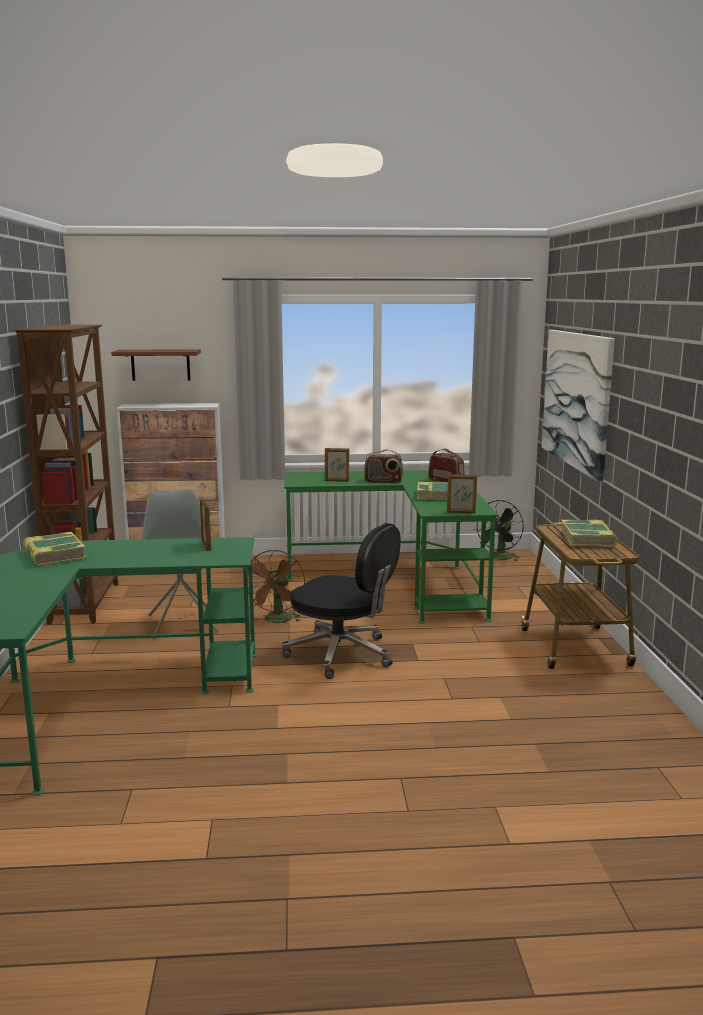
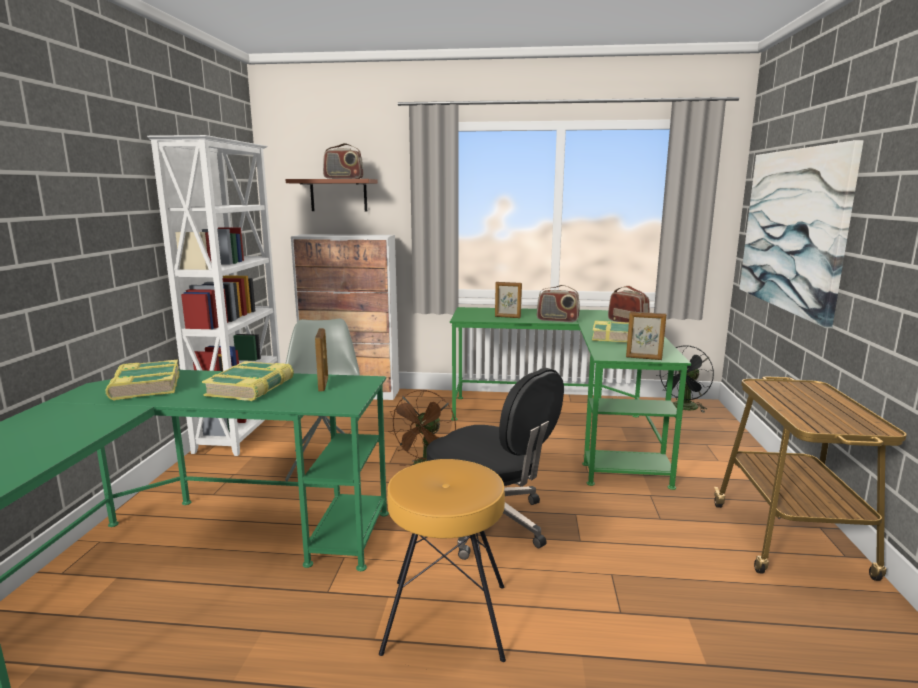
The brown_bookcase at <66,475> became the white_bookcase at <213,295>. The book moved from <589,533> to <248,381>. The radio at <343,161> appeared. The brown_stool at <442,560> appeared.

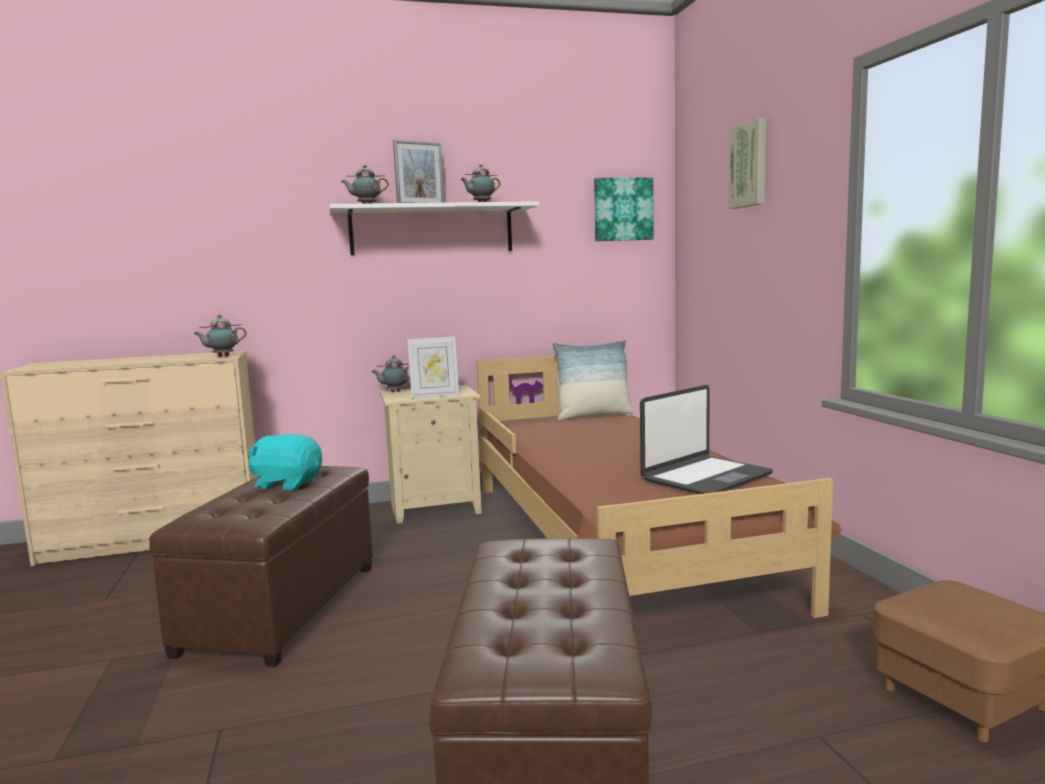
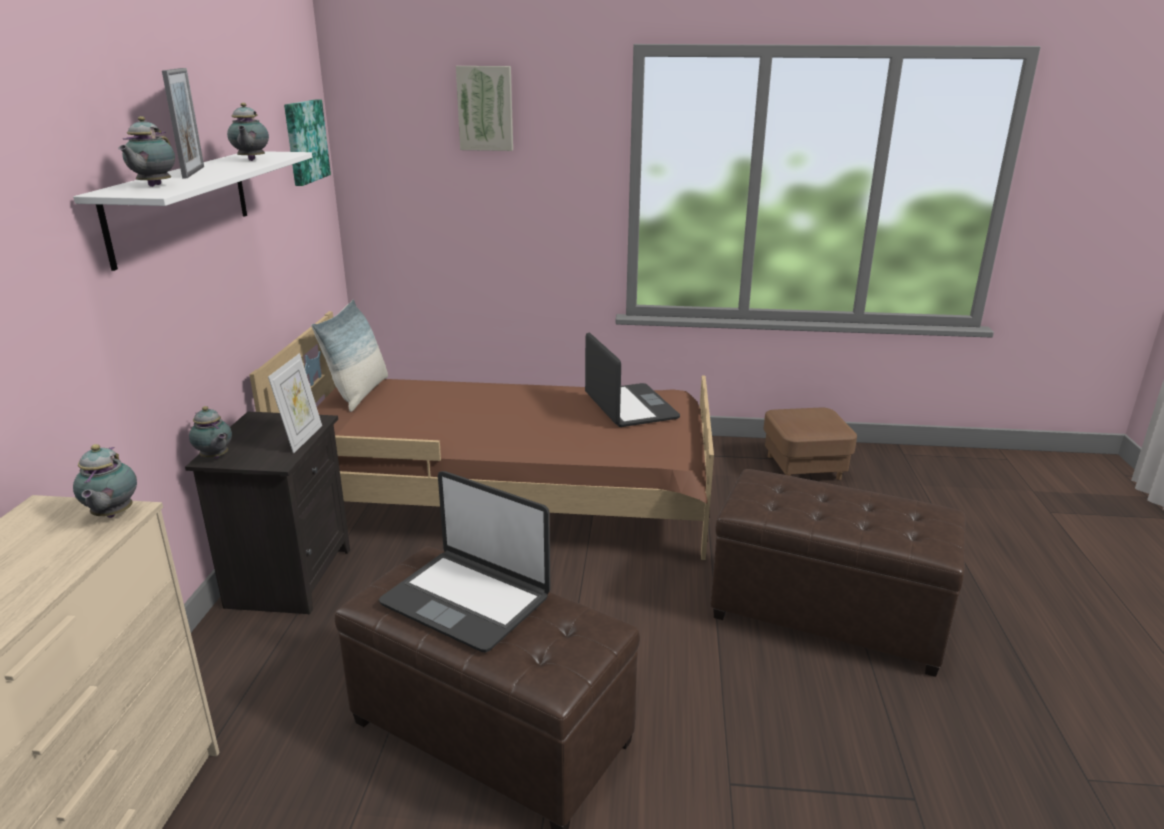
The turquoise_plush_toy at <285,462> was replaced by the laptop at <464,561>. The teapot at <390,373> turned 45 degrees counterclockwise. The beige_nightstand at <431,454> became the black_nightstand at <267,513>.

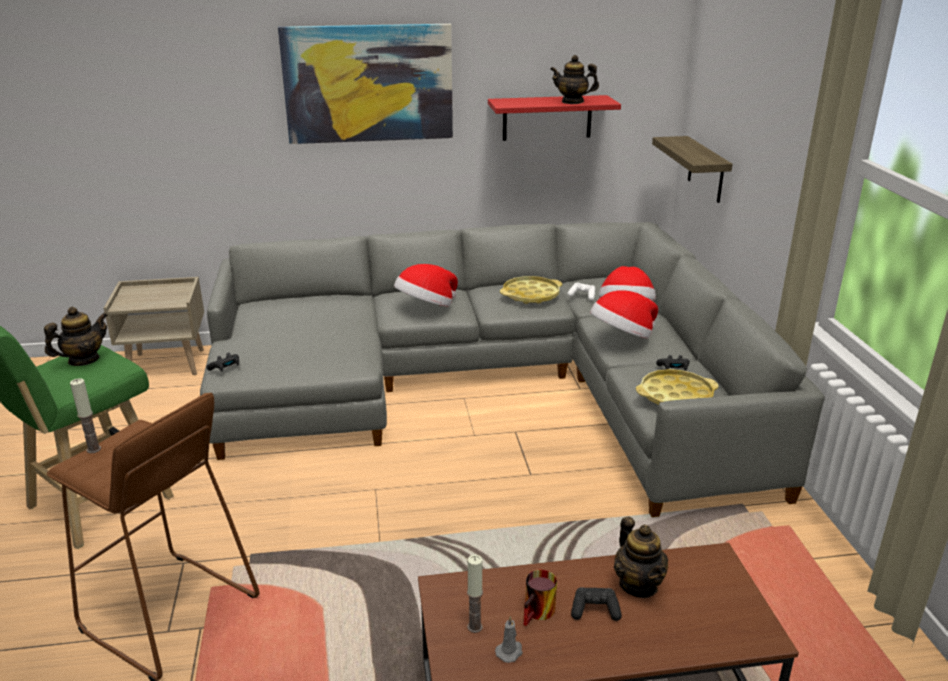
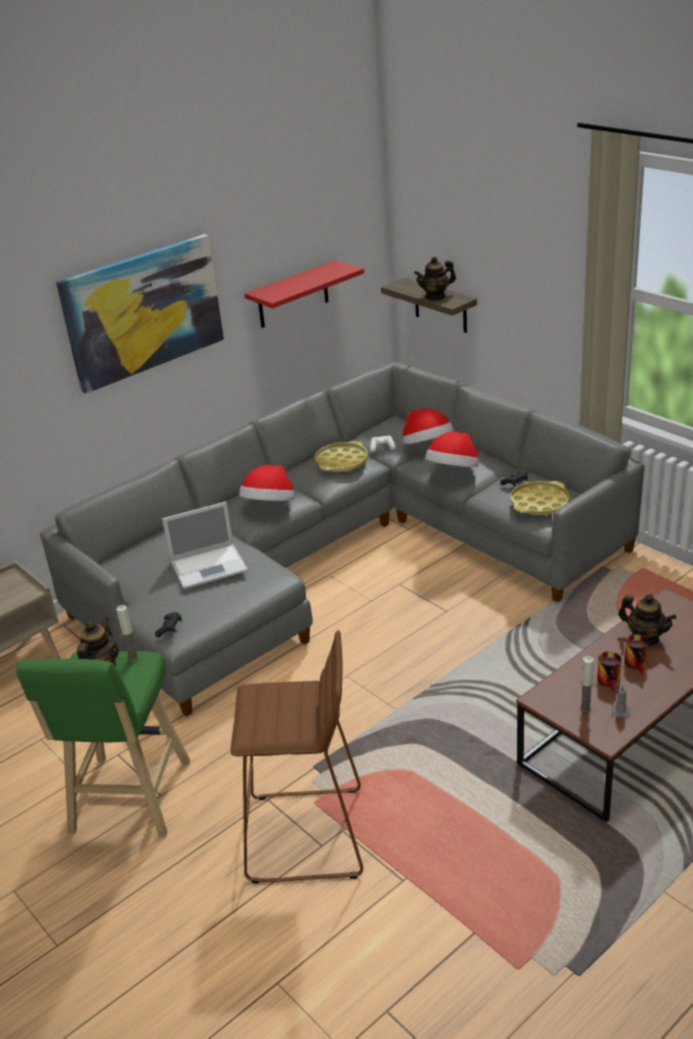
The candle moved from <85,416> to <127,633>. The teapot moved from <574,79> to <435,278>. The black_game_controller at <596,604> was replaced by the mug at <636,654>. The laptop at <205,545> appeared.

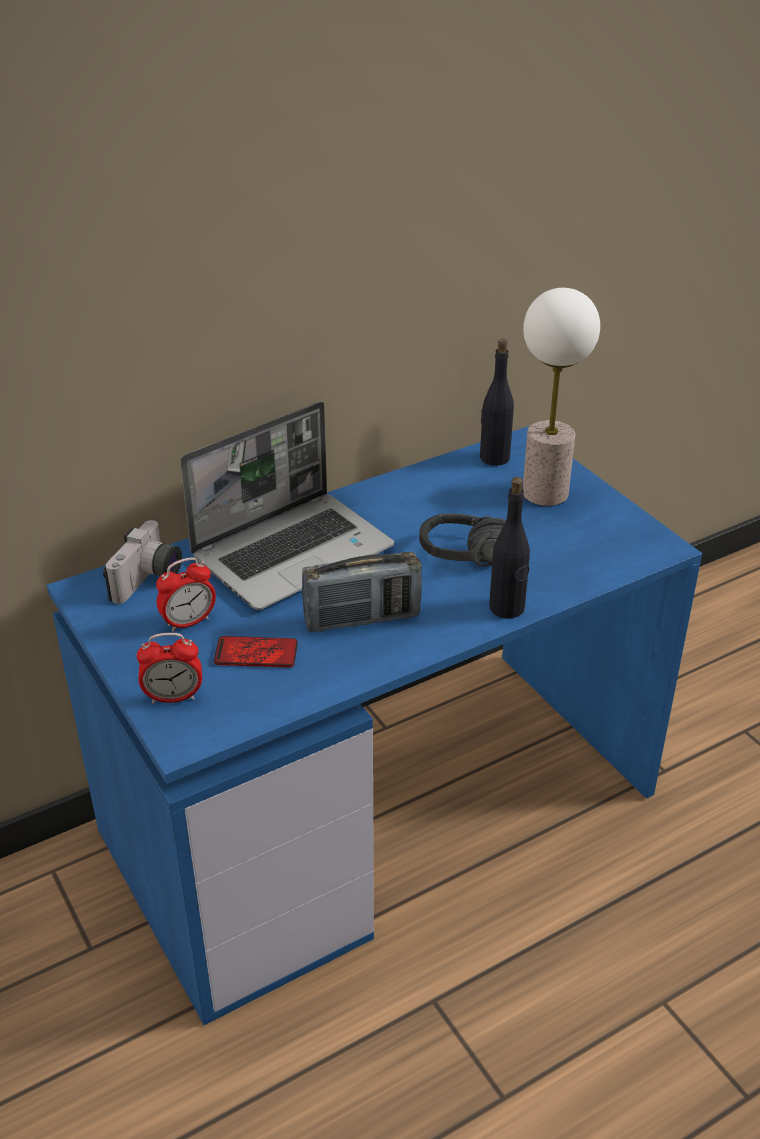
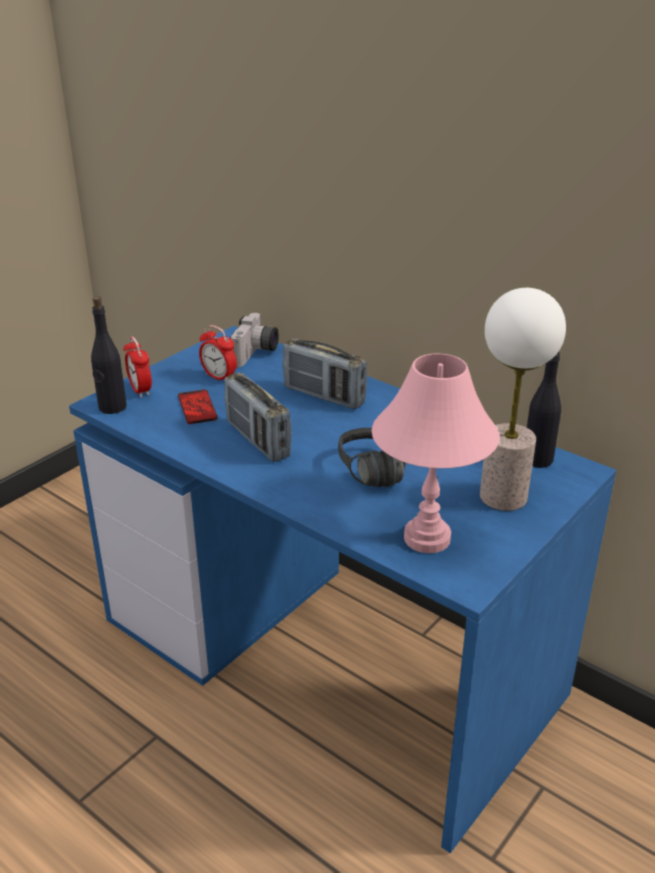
The photo_camera at <142,562> turned 75 degrees counterclockwise. The laptop at <287,505> was replaced by the radio at <325,373>. The black_bottle moved from <509,547> to <109,355>. The pink_table_lamp at <436,453> appeared.

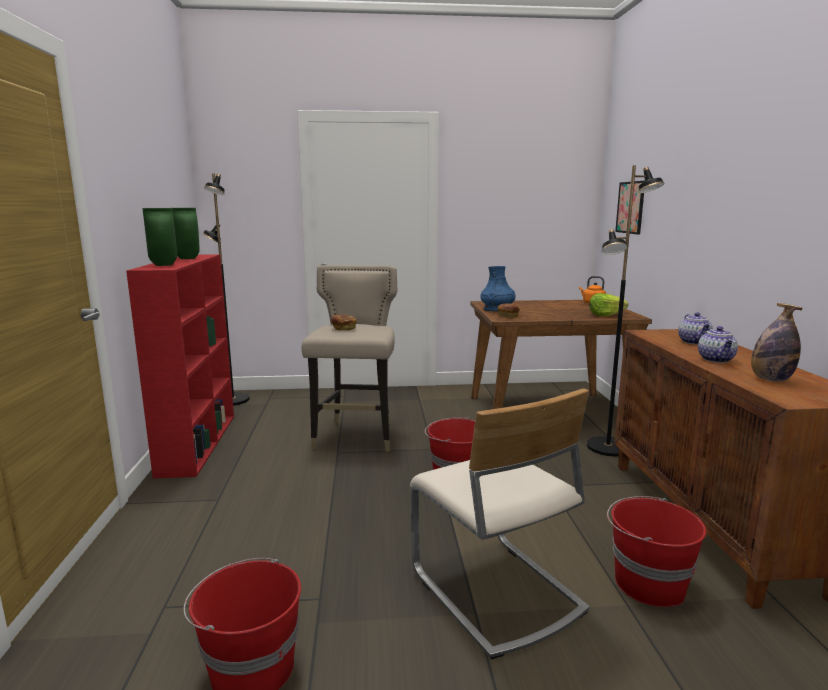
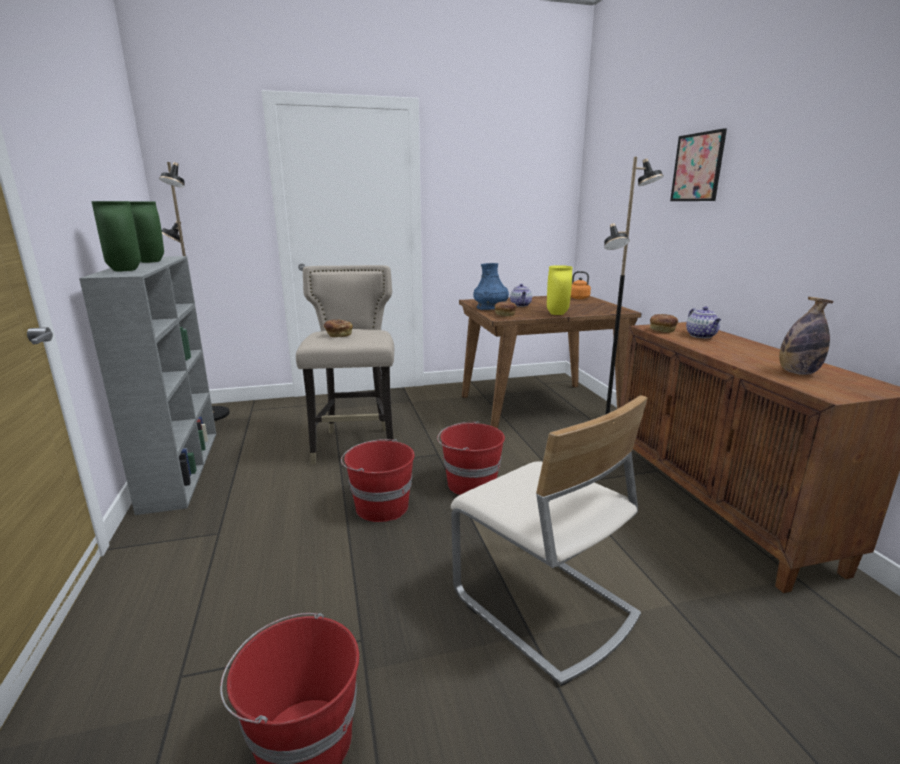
The red_bookcase at <180,366> became the grey_bookcase at <147,385>. The lettuce at <608,304> disappeared. The red_bucket moved from <656,551> to <378,480>. The picture moved from <630,208> to <698,164>. The teapot moved from <718,344> to <521,295>. The yellow_vase at <560,290> appeared. The bread at <664,323> appeared.

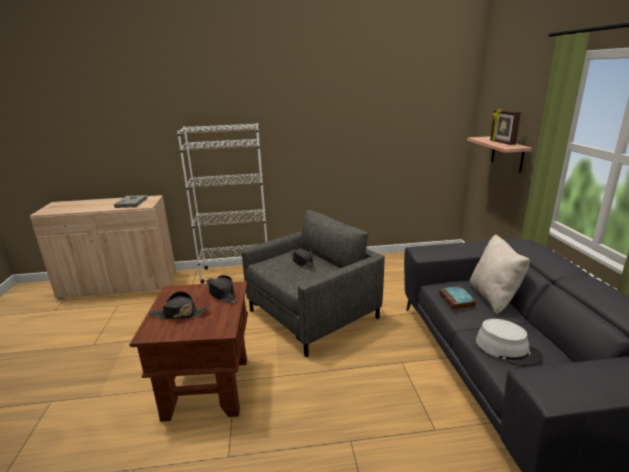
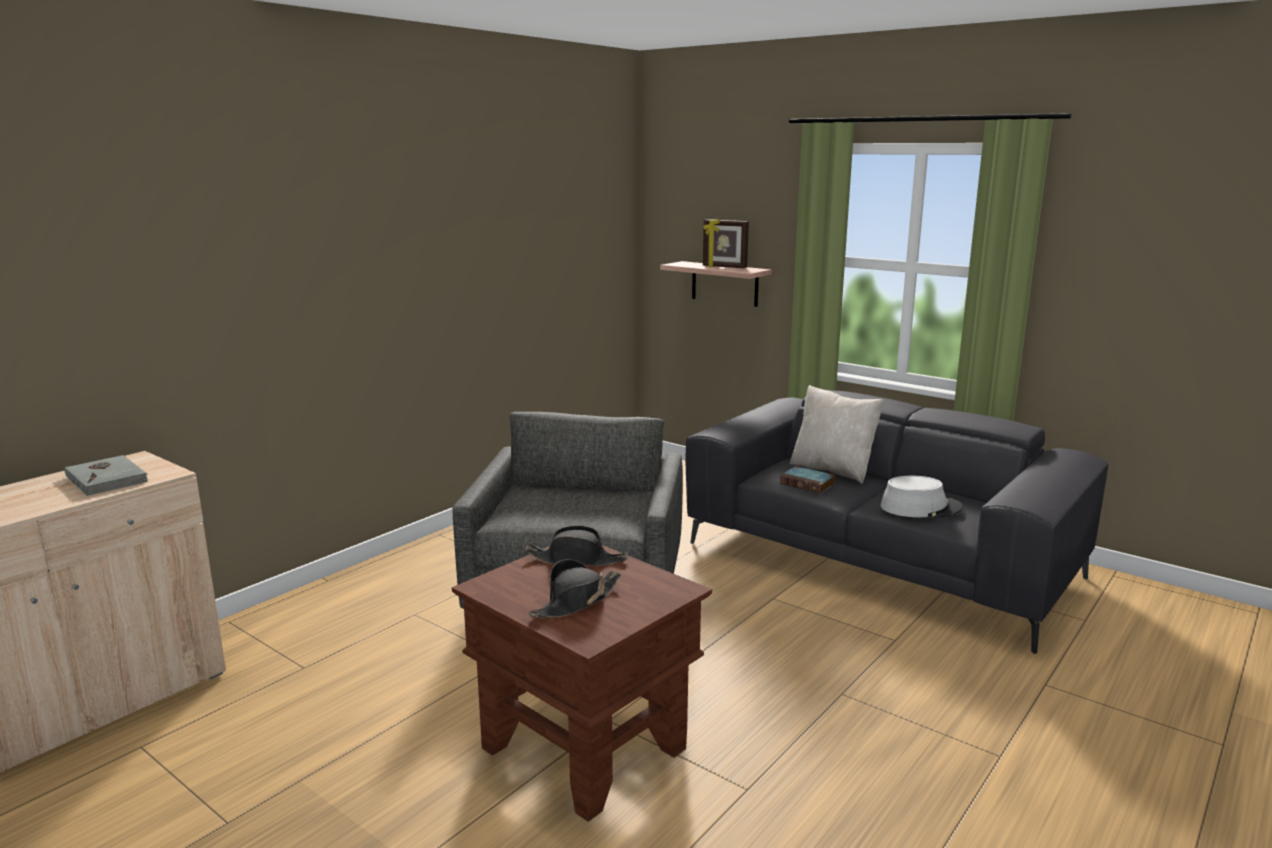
The white_bookcase at <222,203> disappeared. The black_hat at <303,259> disappeared.

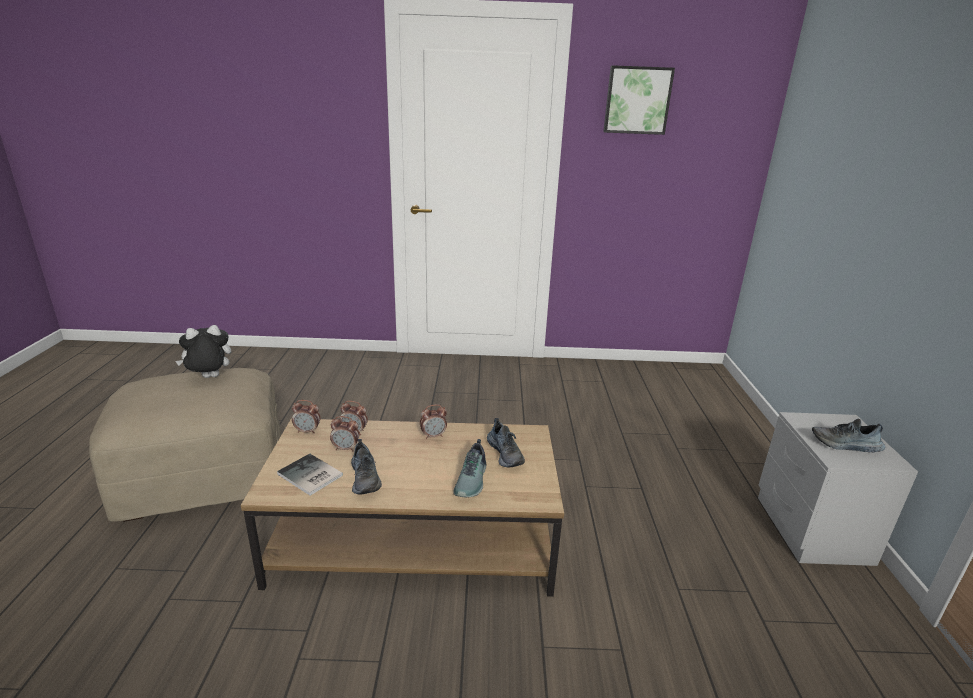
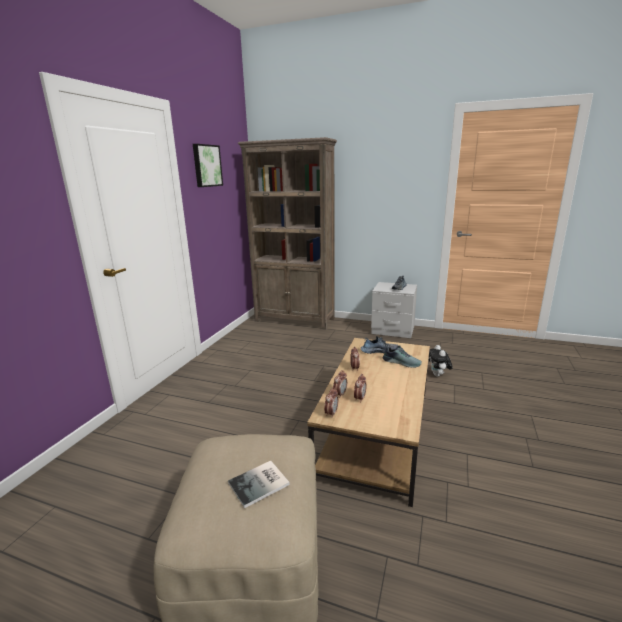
The plush_toy moved from <203,351> to <441,361>. The book moved from <310,475> to <259,484>. The shoe at <366,466> disappeared. The brown_bookcase at <287,233> appeared.

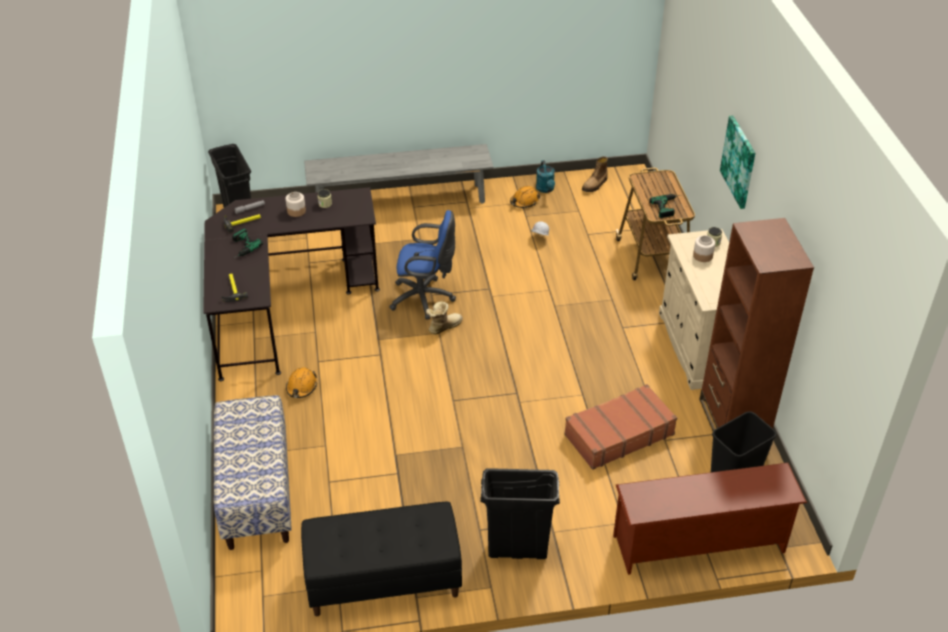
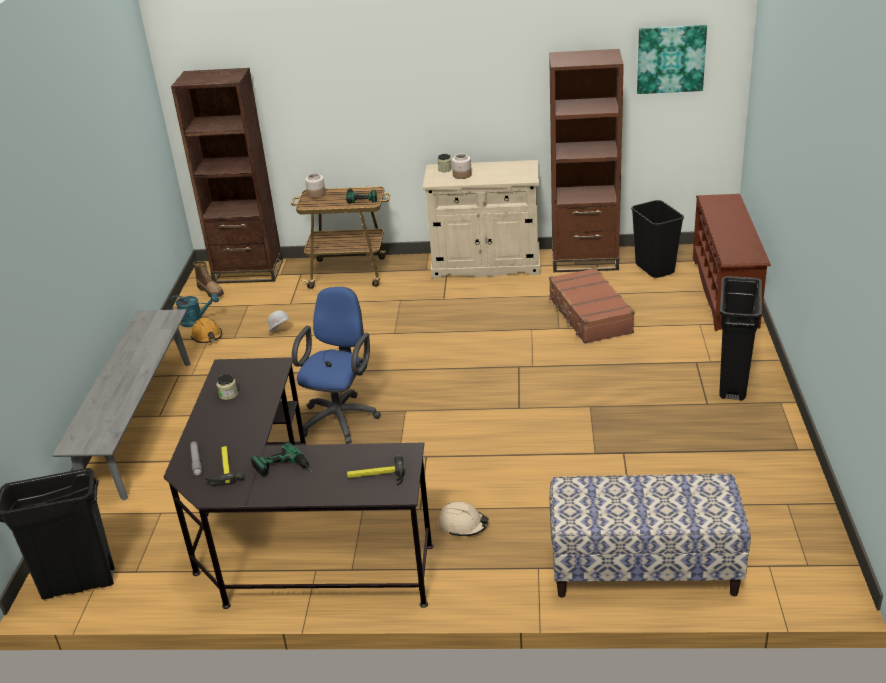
The jar moved from <296,204> to <315,185>. The orange_hard_hat at <301,382> became the beige_hard_hat at <463,518>. The black_bench at <381,559> disappeared. The boot at <444,318> disappeared. The picture moved from <737,162> to <672,59>. The brown_bookcase at <227,176> appeared.

